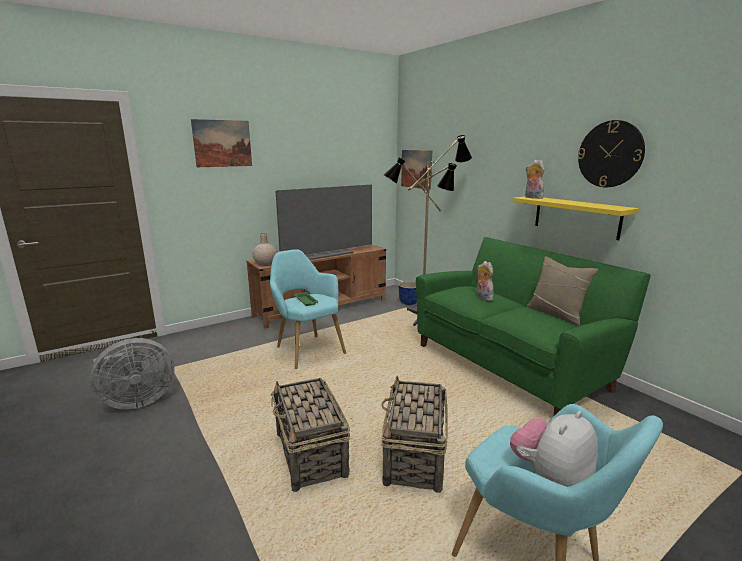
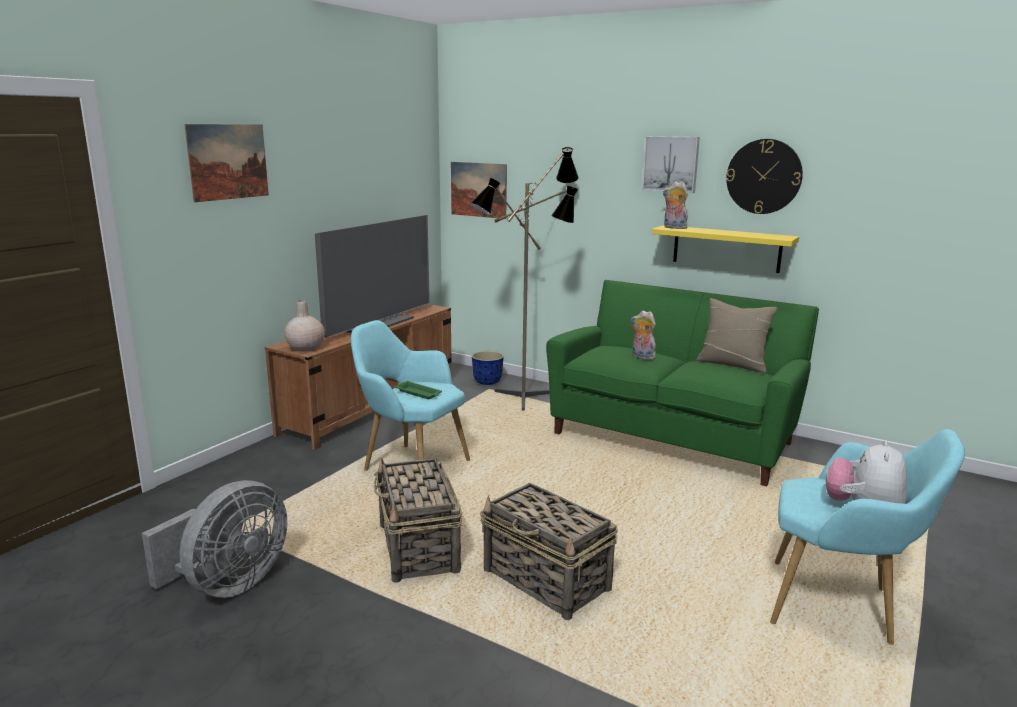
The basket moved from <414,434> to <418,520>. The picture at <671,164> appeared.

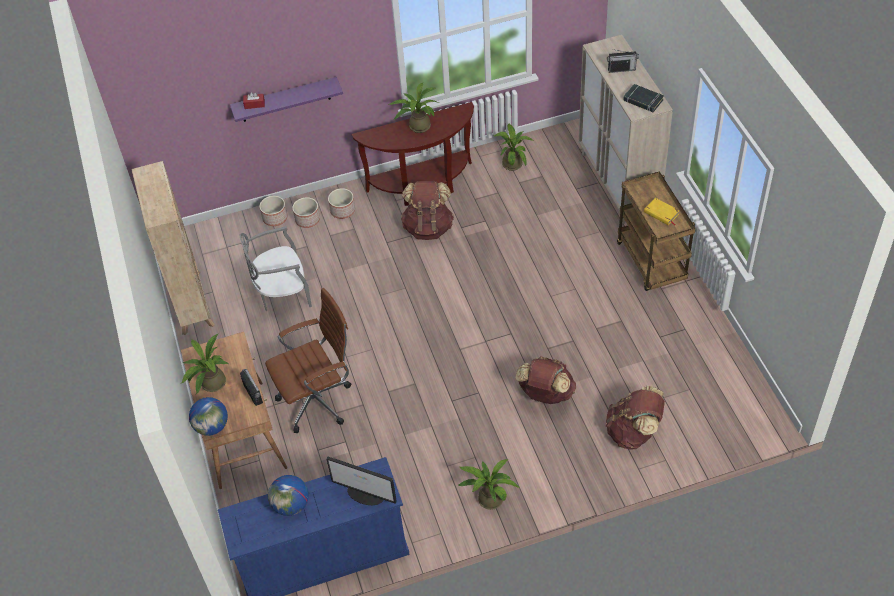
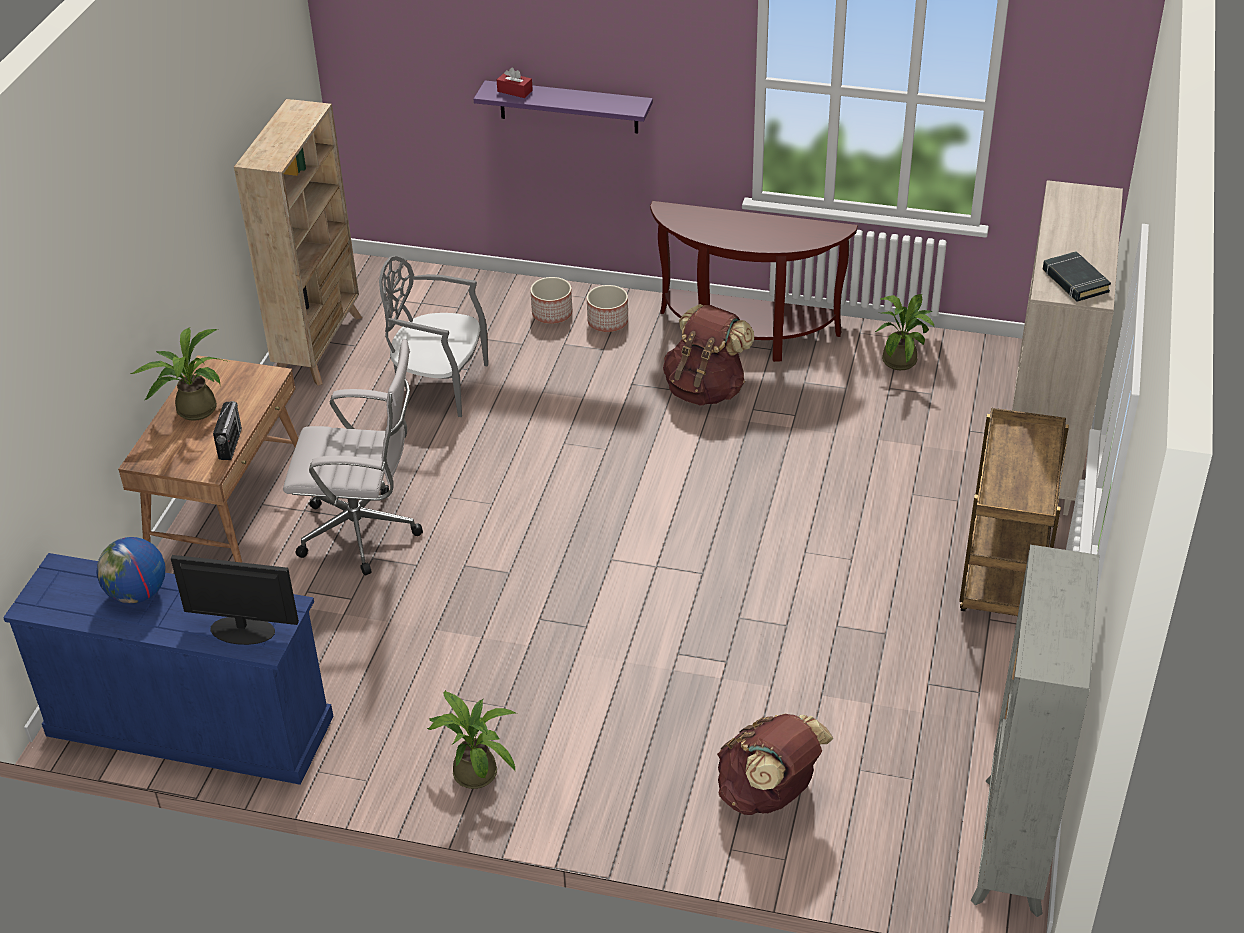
The globe at <208,416> disappeared. The planter at <274,211> disappeared. The brown_office_chair at <308,360> became the white_office_chair at <353,457>. The monitor at <361,480> turned 135 degrees clockwise. The potted_plant at <415,107> disappeared. The brown_backpack at <546,380> disappeared. The radio at <623,61> disappeared. The yellow_book at <662,211> disappeared. The grey_bookcase at <1035,731> appeared.

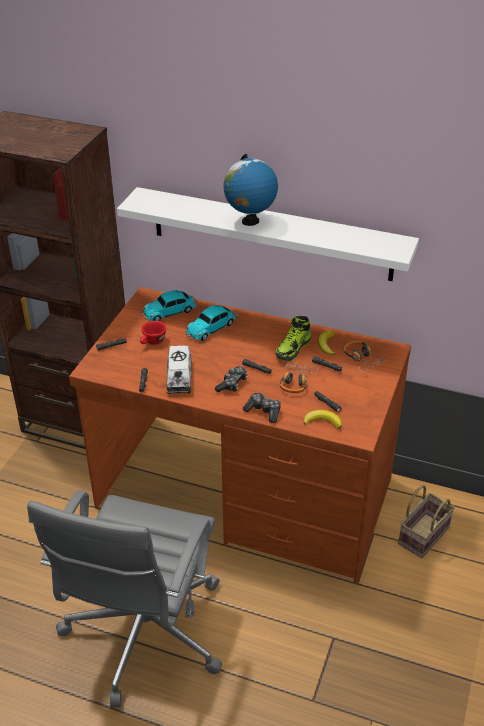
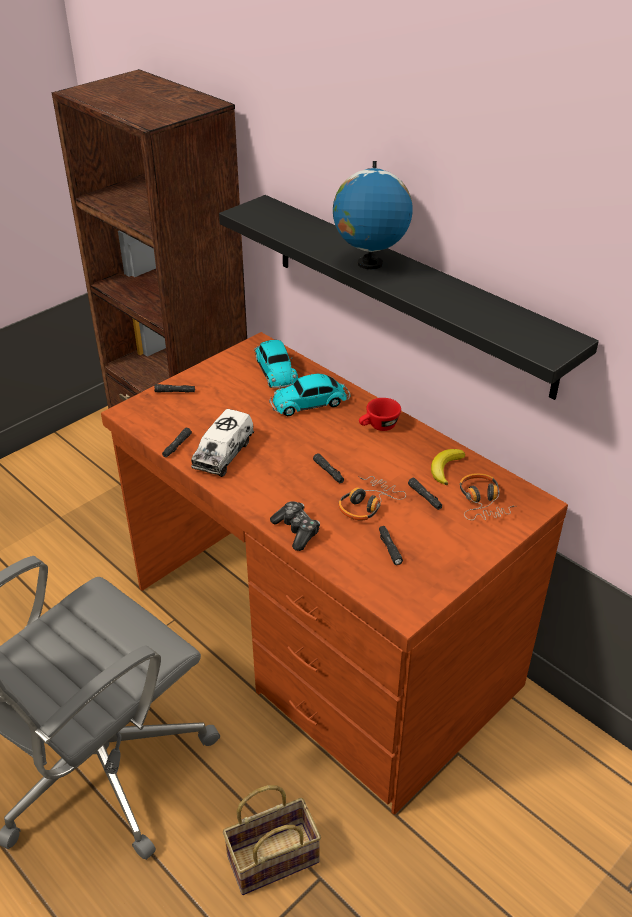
The white_shelf at <268,234> became the black_shelf at <409,297>. The red_cup moved from <153,333> to <380,414>. The toy_car at <169,305> turned 105 degrees counterclockwise. The game_controller at <231,379> disappeared. The shoe at <293,339> disappeared. The banana at <323,419> disappeared. The basket moved from <426,521> to <272,840>.

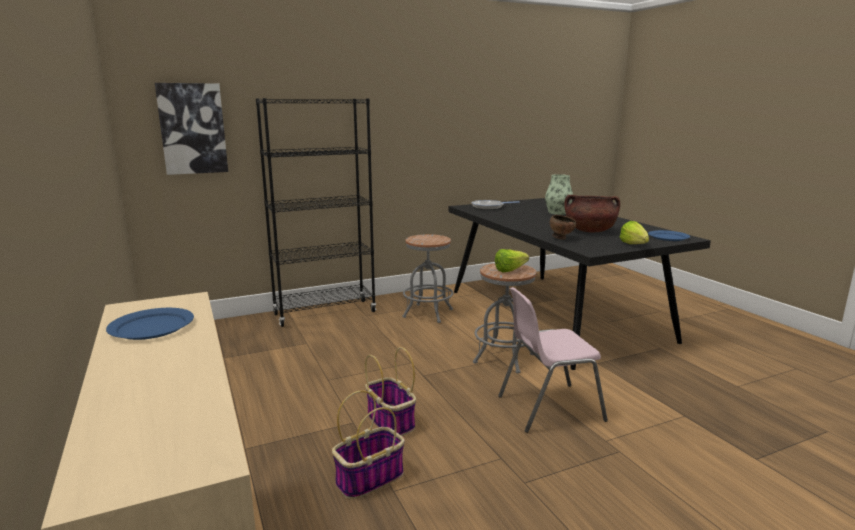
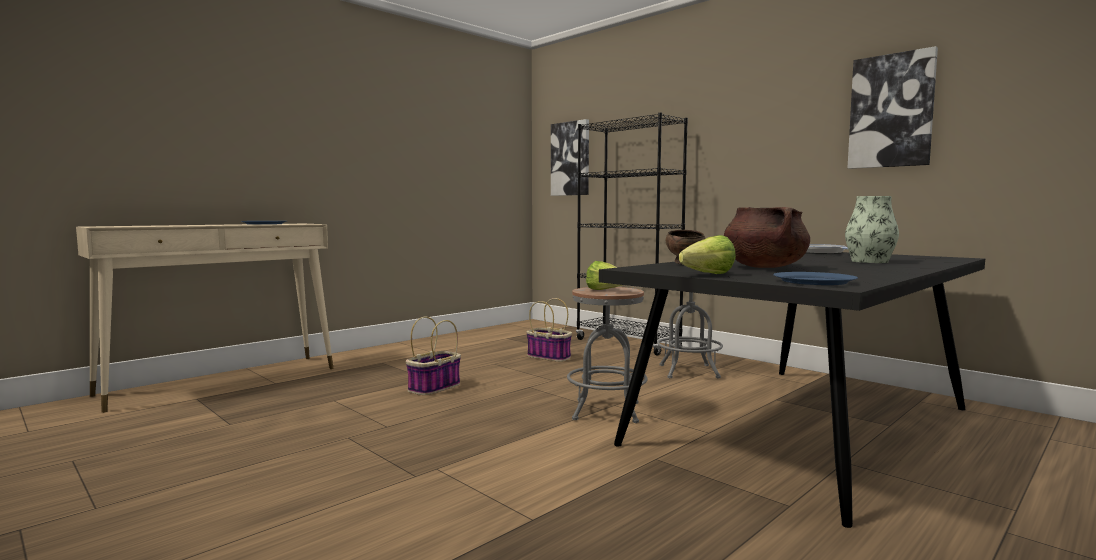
The basket moved from <368,445> to <549,330>. The pink_chair at <553,360> disappeared. The picture at <892,107> appeared.

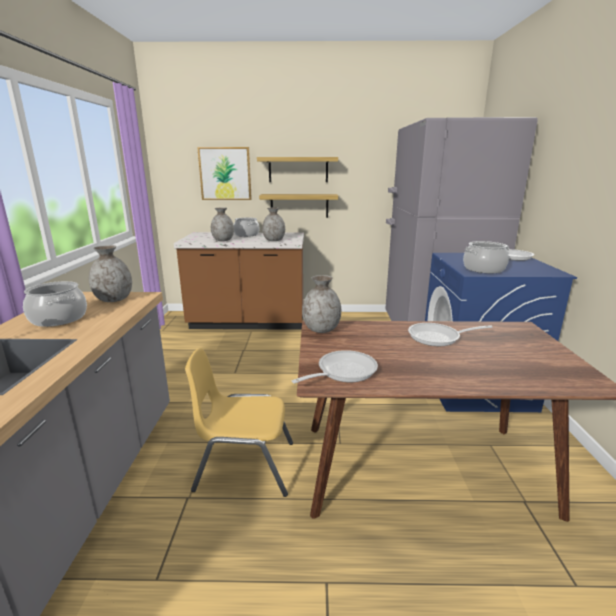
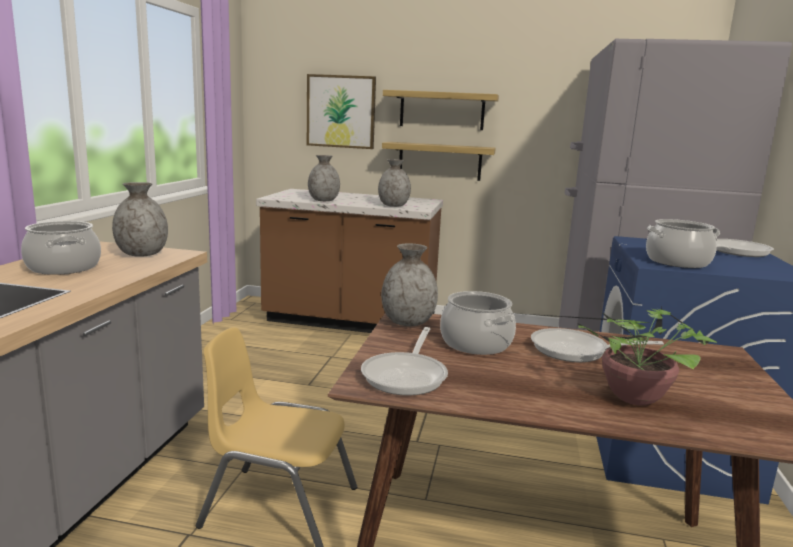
The cooking_pot moved from <247,227> to <478,323>. The frying_pan at <335,366> turned 135 degrees clockwise. The potted_plant at <615,356> appeared.

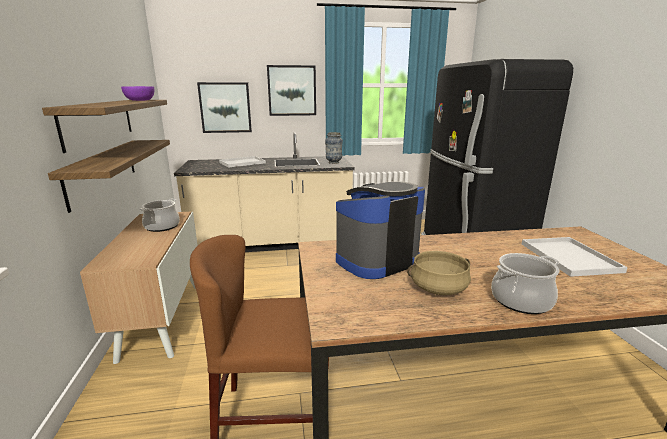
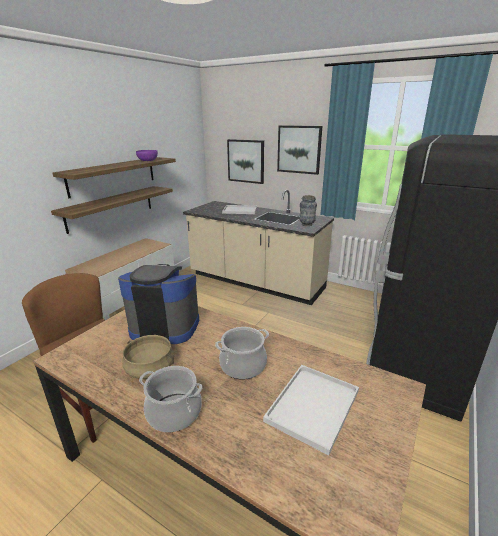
The cooking_pot moved from <159,215> to <242,353>.

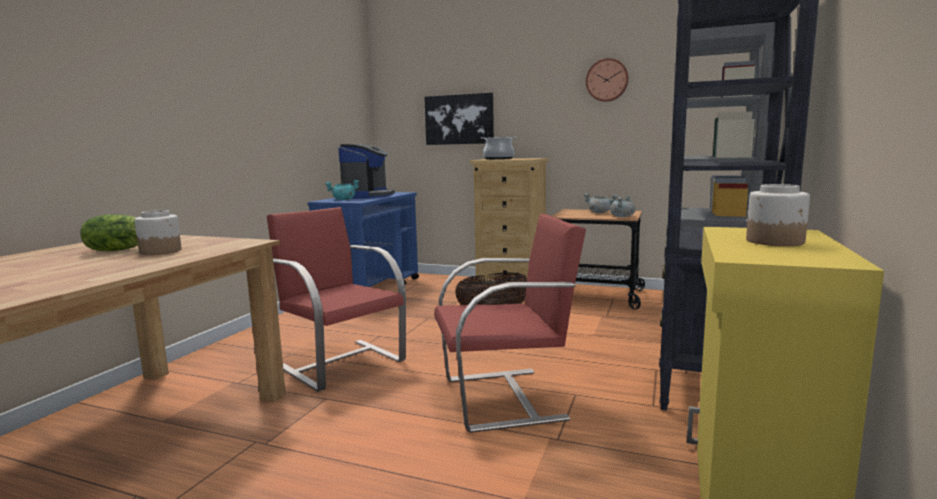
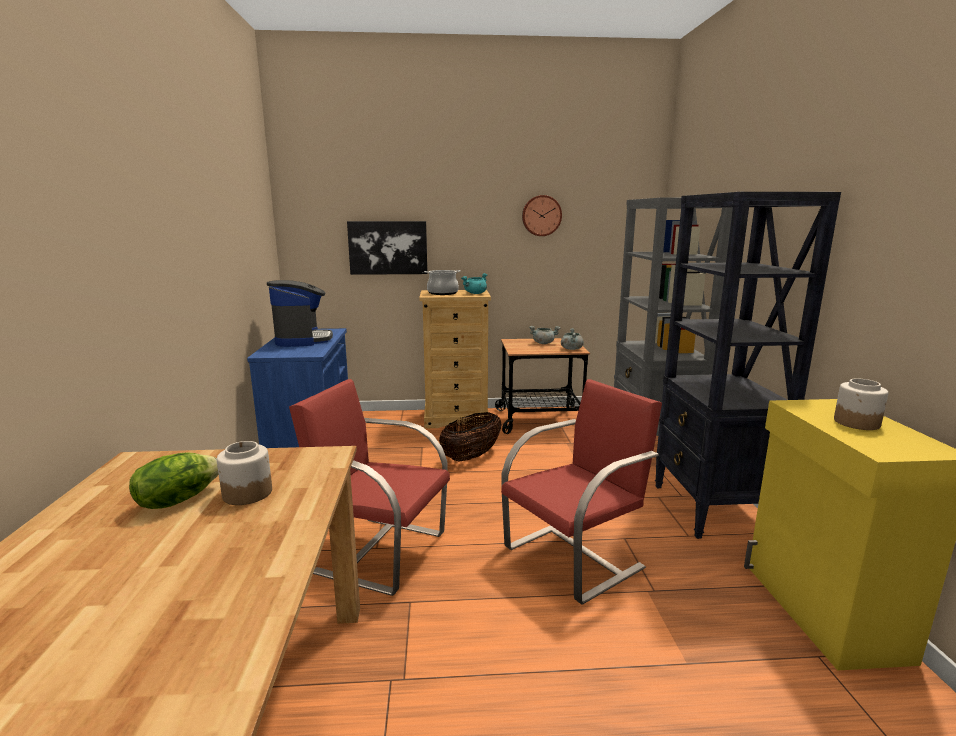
The turquoise_cooking_pot moved from <342,190> to <474,283>.

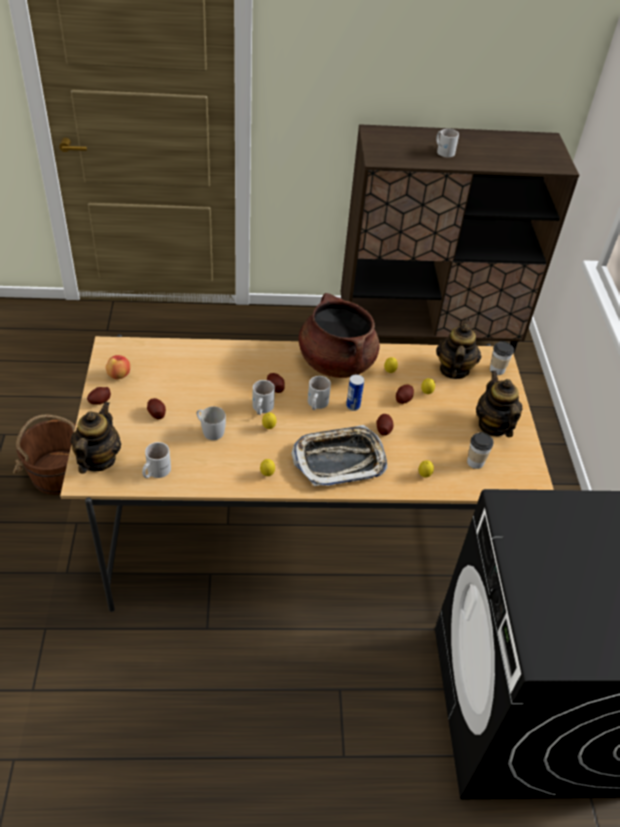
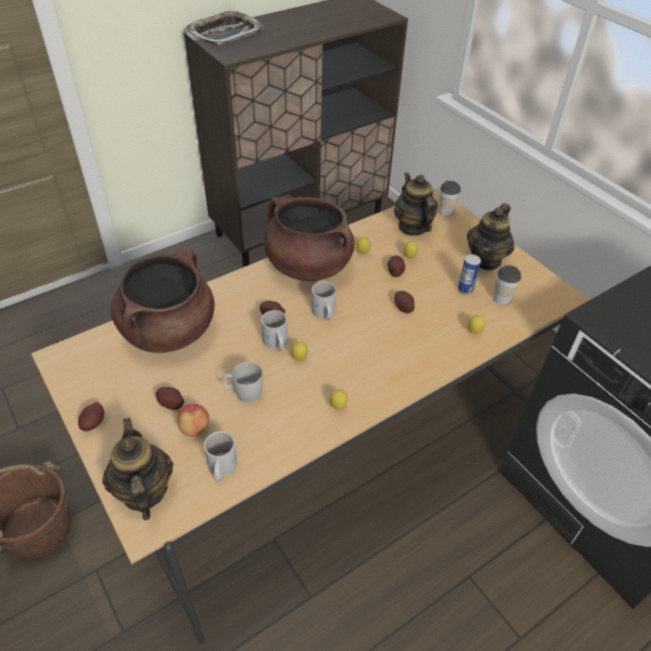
The apple moved from <118,367> to <193,420>. The tray moved from <339,455> to <224,27>. The can moved from <355,392> to <469,274>. The white_mug at <447,143> disappeared. The teapot at <499,404> turned 105 degrees counterclockwise. The brown_cooking_pot at <163,301> appeared.

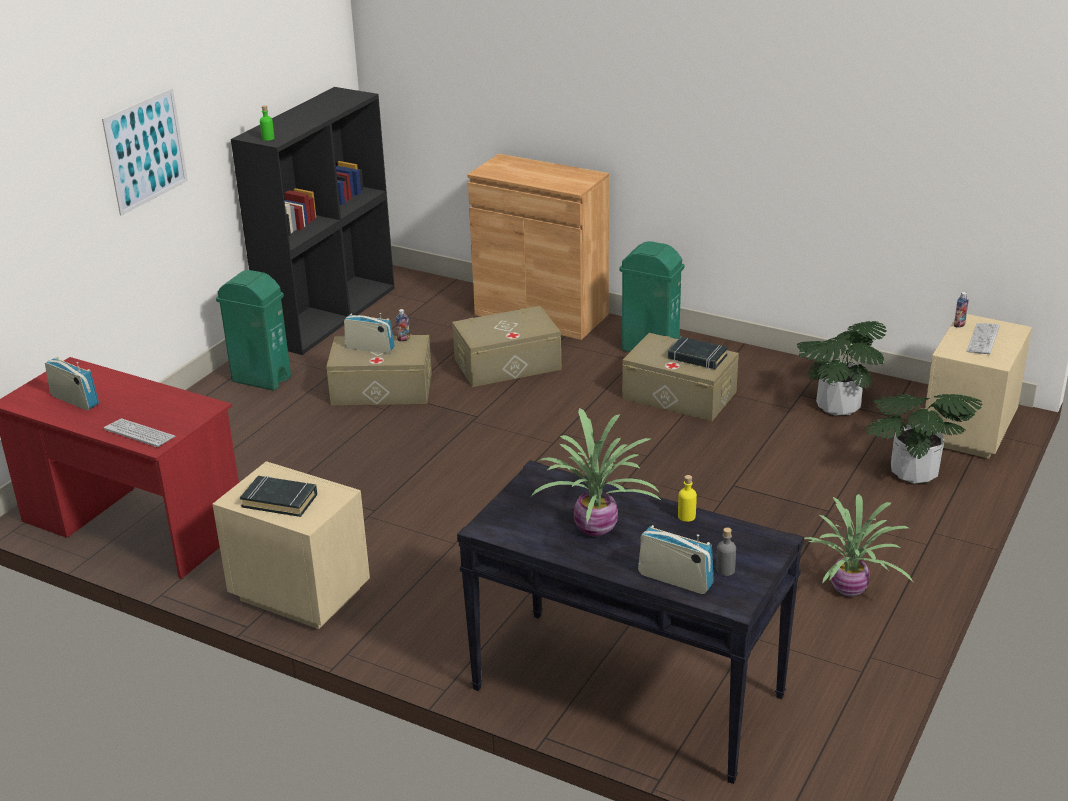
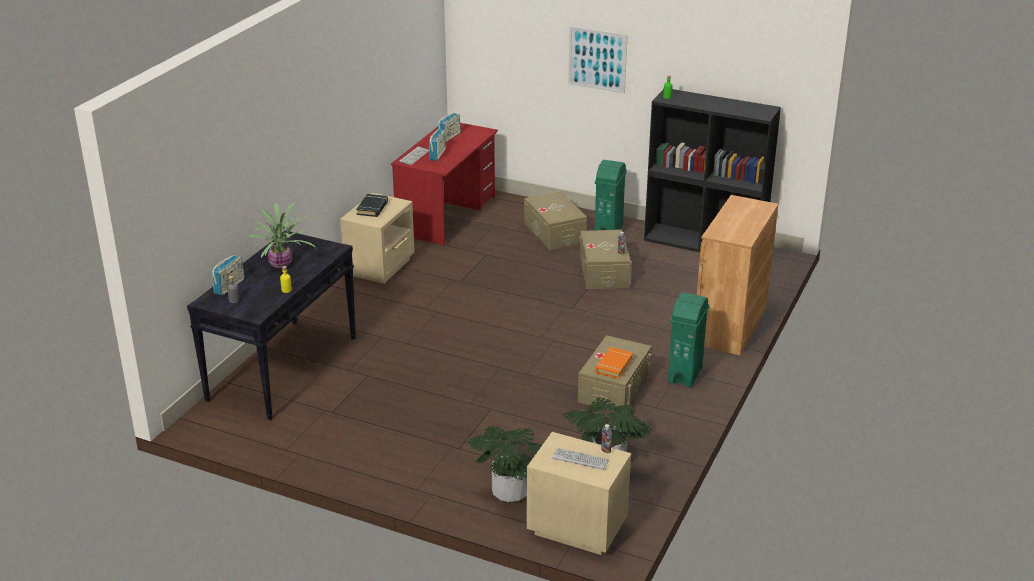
The radio moved from <369,333> to <438,145>. The beige_storage_box moved from <506,346> to <555,220>. The black_book at <698,353> became the orange_book at <614,363>. The potted_plant at <859,545> disappeared.

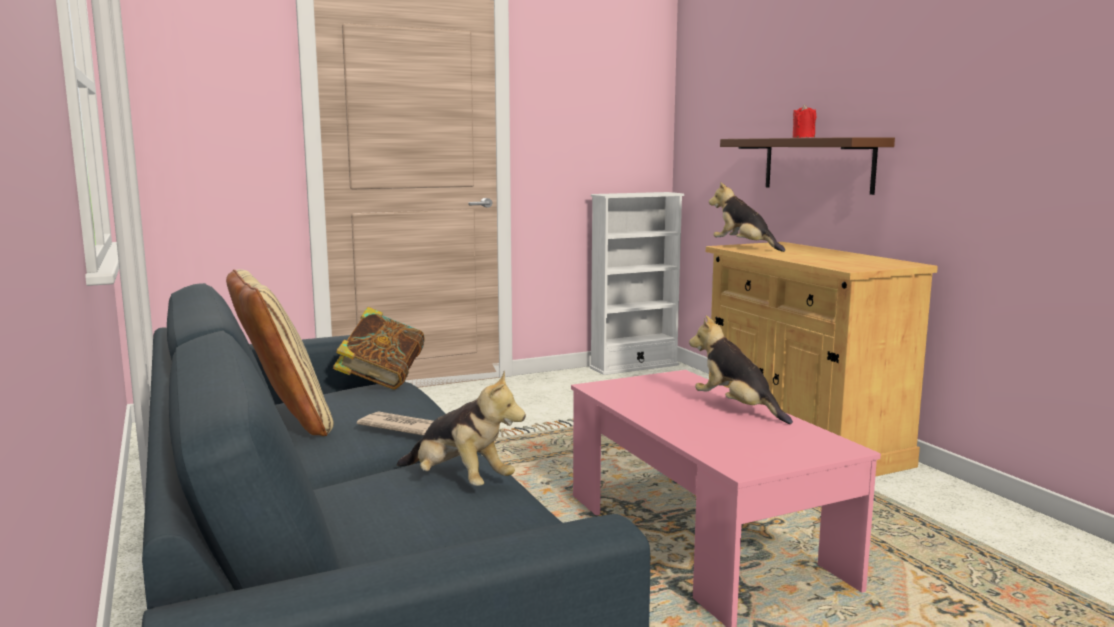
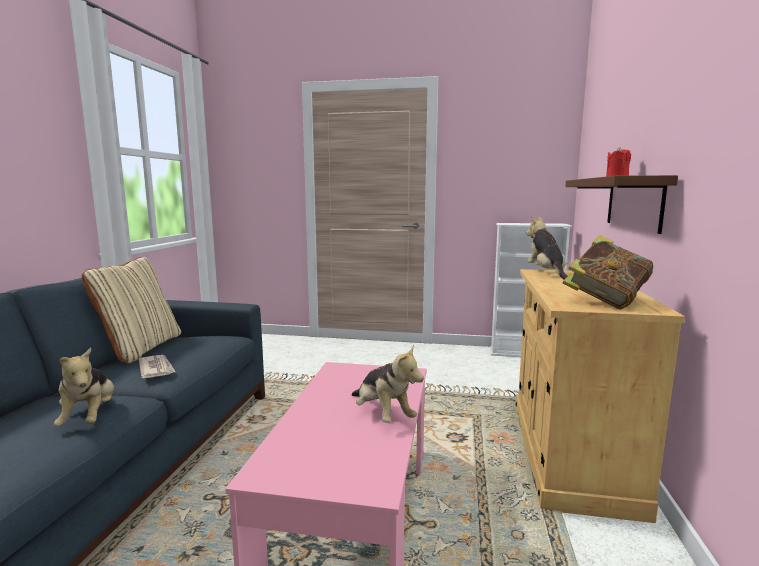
The book moved from <379,348> to <608,272>. The plush_toy at <741,370> turned 150 degrees clockwise.

